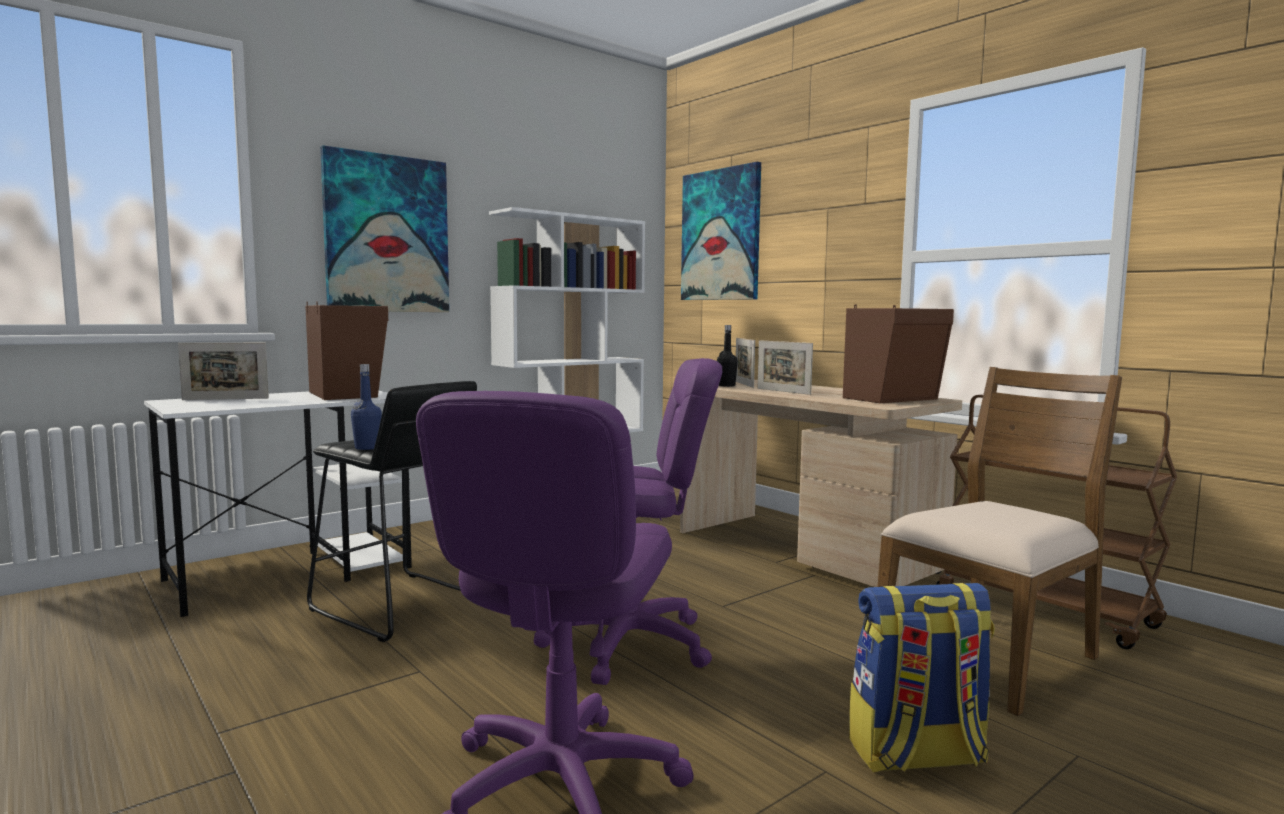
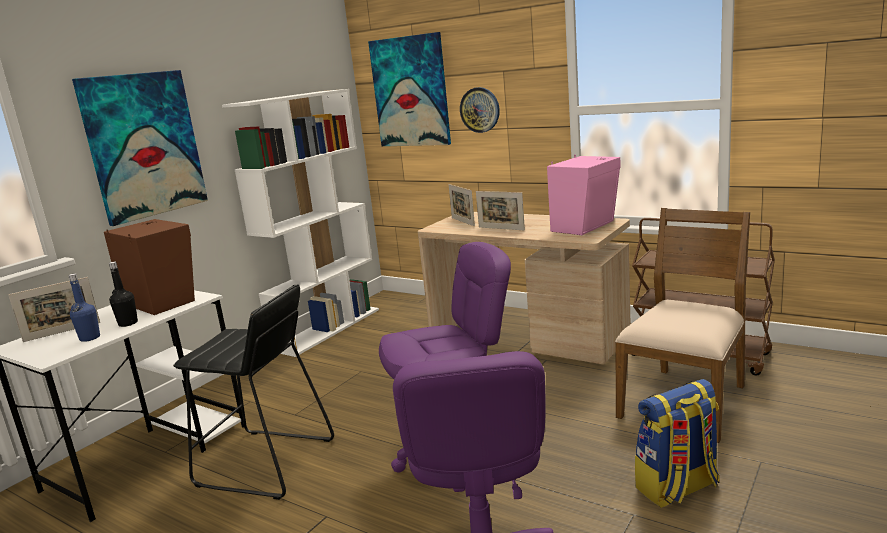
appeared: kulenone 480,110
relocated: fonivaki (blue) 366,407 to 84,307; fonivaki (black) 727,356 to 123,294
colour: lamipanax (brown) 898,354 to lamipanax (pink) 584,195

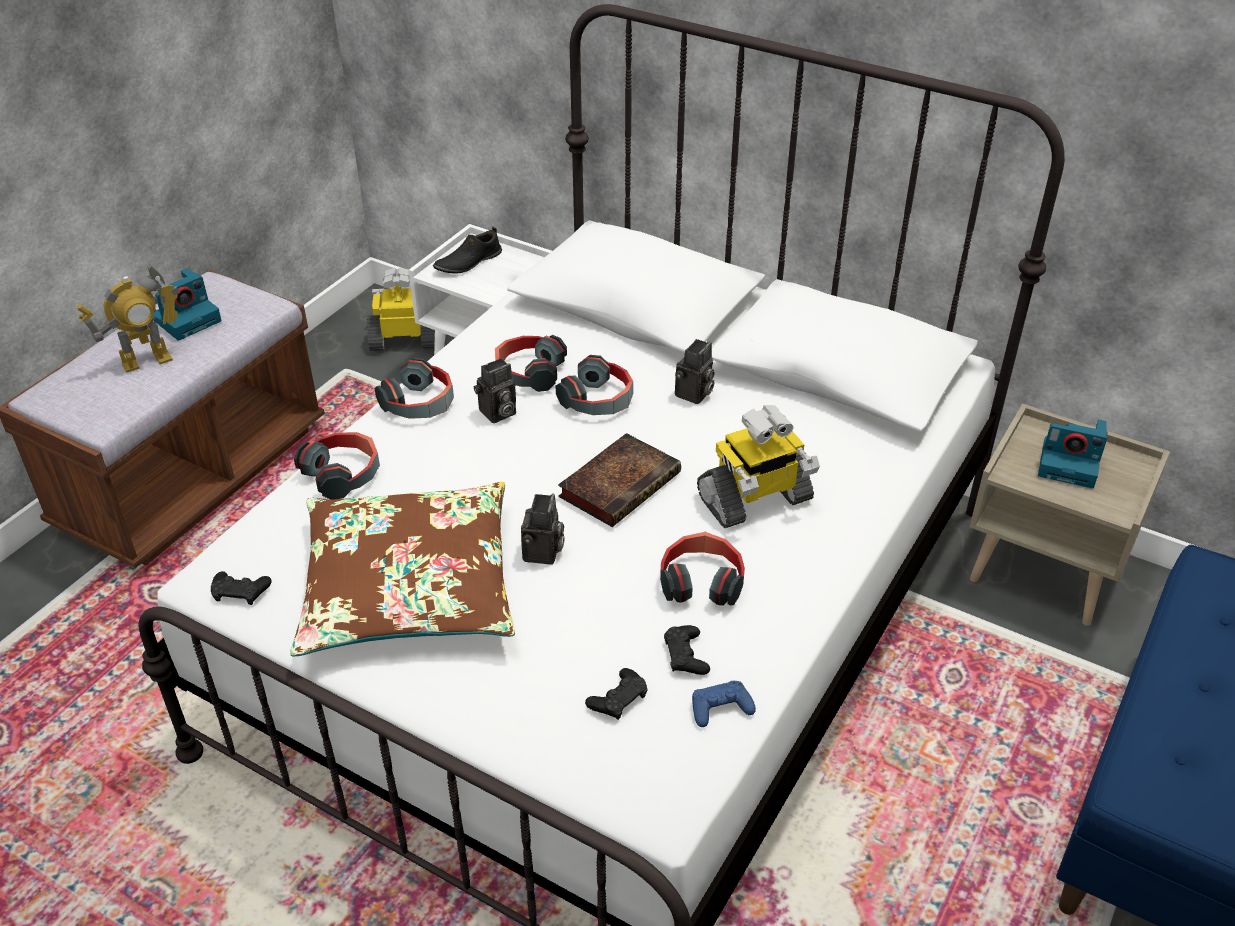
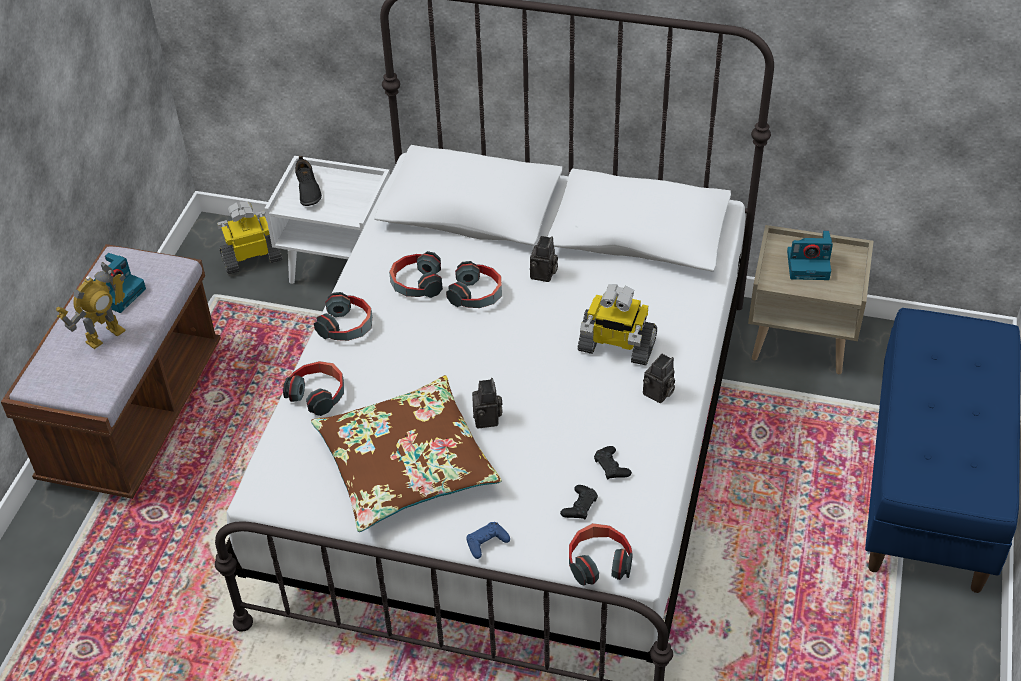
missing: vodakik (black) 241,588; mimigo 619,480
relocated: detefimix 495,390 to 659,378; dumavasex 702,569 to 601,554; vodakik (blue) 724,704 to 488,540
spun: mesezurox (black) 467,250 = 308,181 45 degrees counterclockwise; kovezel 758,466 = 617,324 60 degrees clockwise

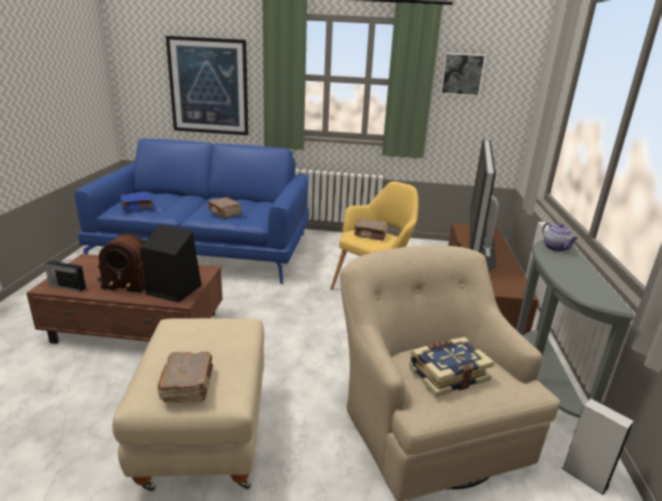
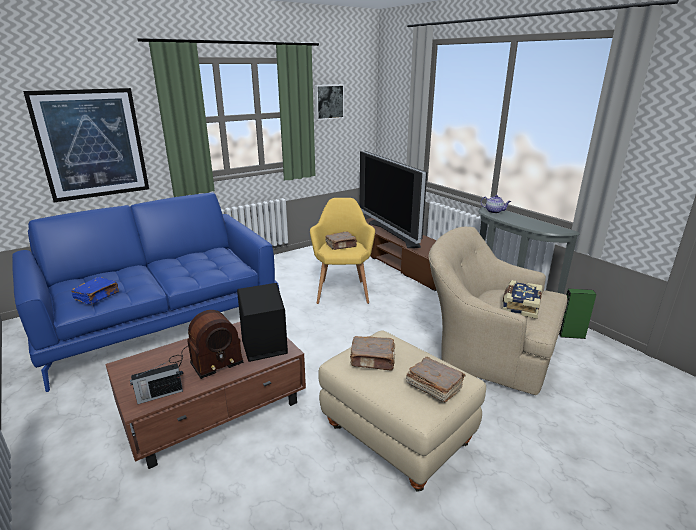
relocated: mimigo (brown) 224,207 to 372,353
colour: lamipanax (grey) 598,446 to lamipanax (green) 577,314

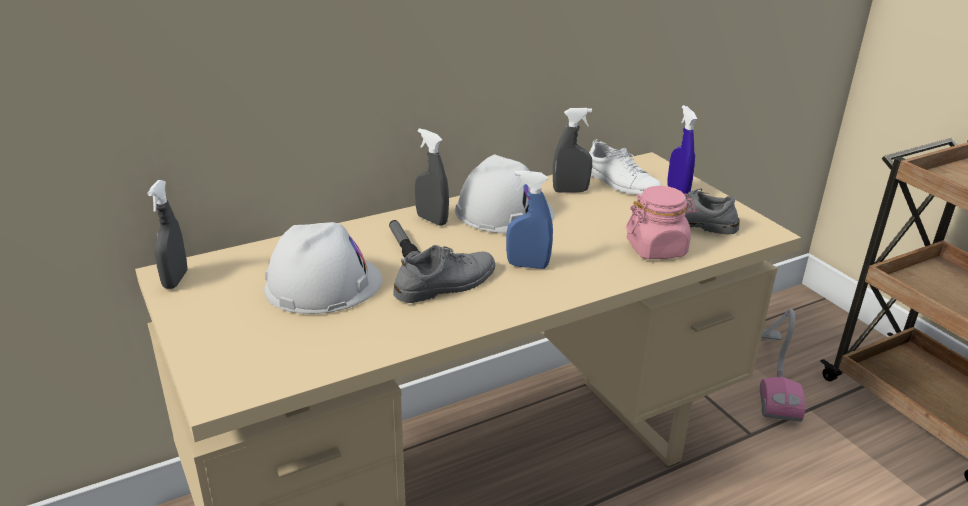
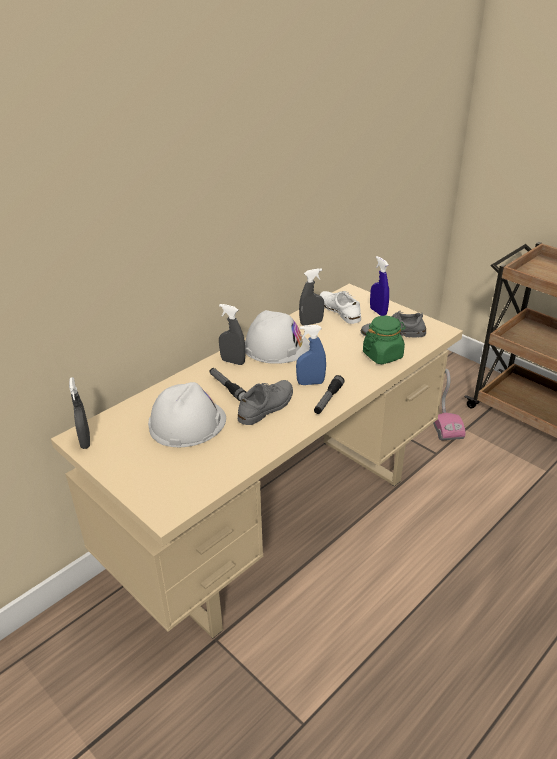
appeared: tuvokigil 329,394
colour: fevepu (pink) 661,222 to fevepu (green) 384,340
spun: mesezurox (white) 625,167 = 340,307 150 degrees counterclockwise

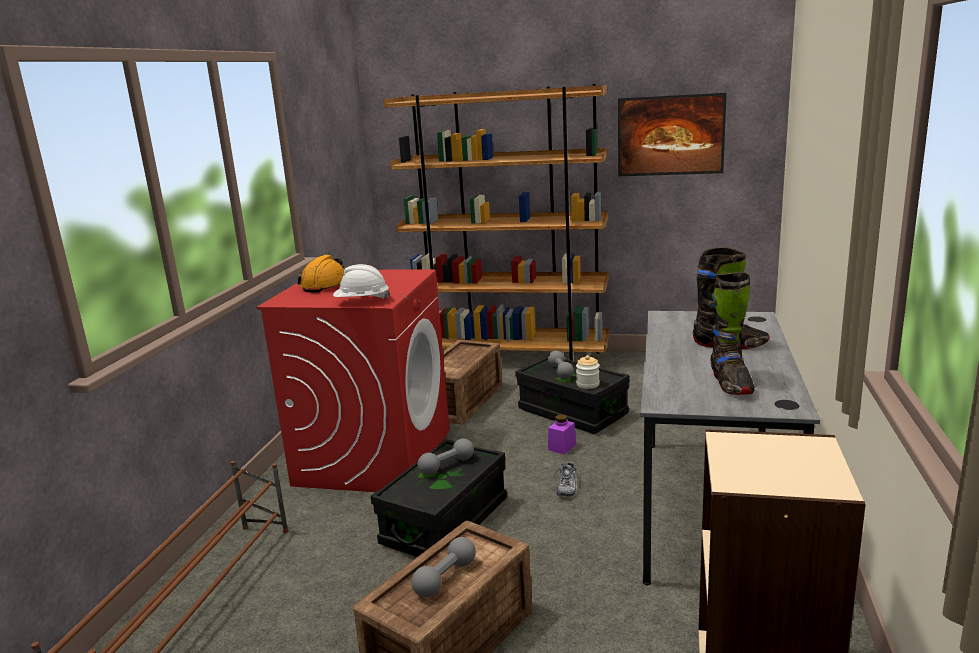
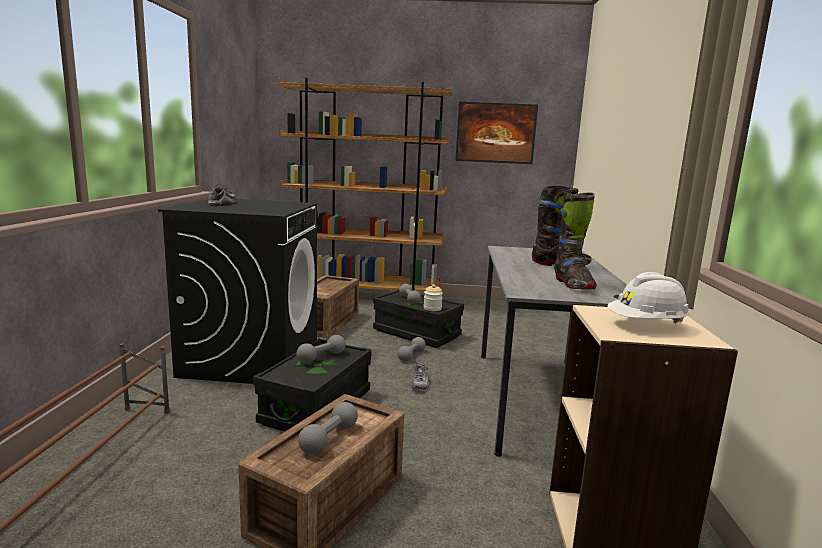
relocated: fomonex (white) 361,281 to 648,298
exchanged: fomonex (orange) 320,274 to mesezurox 222,194; fevepu (purple) 562,434 to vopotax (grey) 412,349
colour: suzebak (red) 352,381 to suzebak (black) 237,291

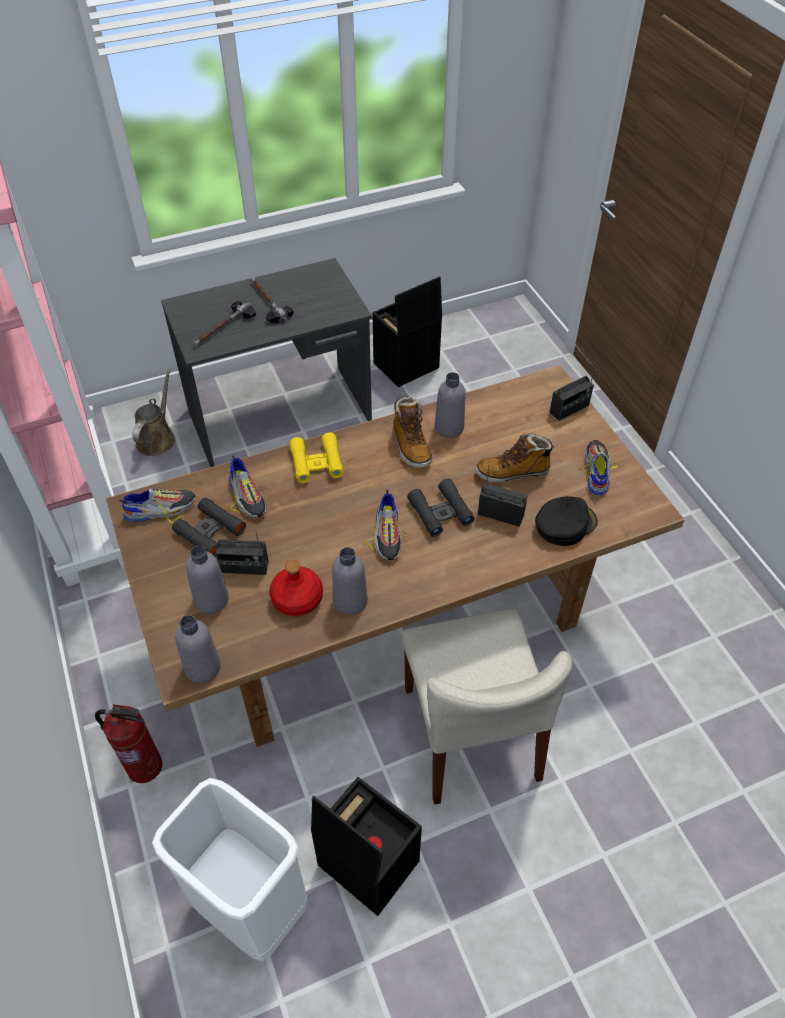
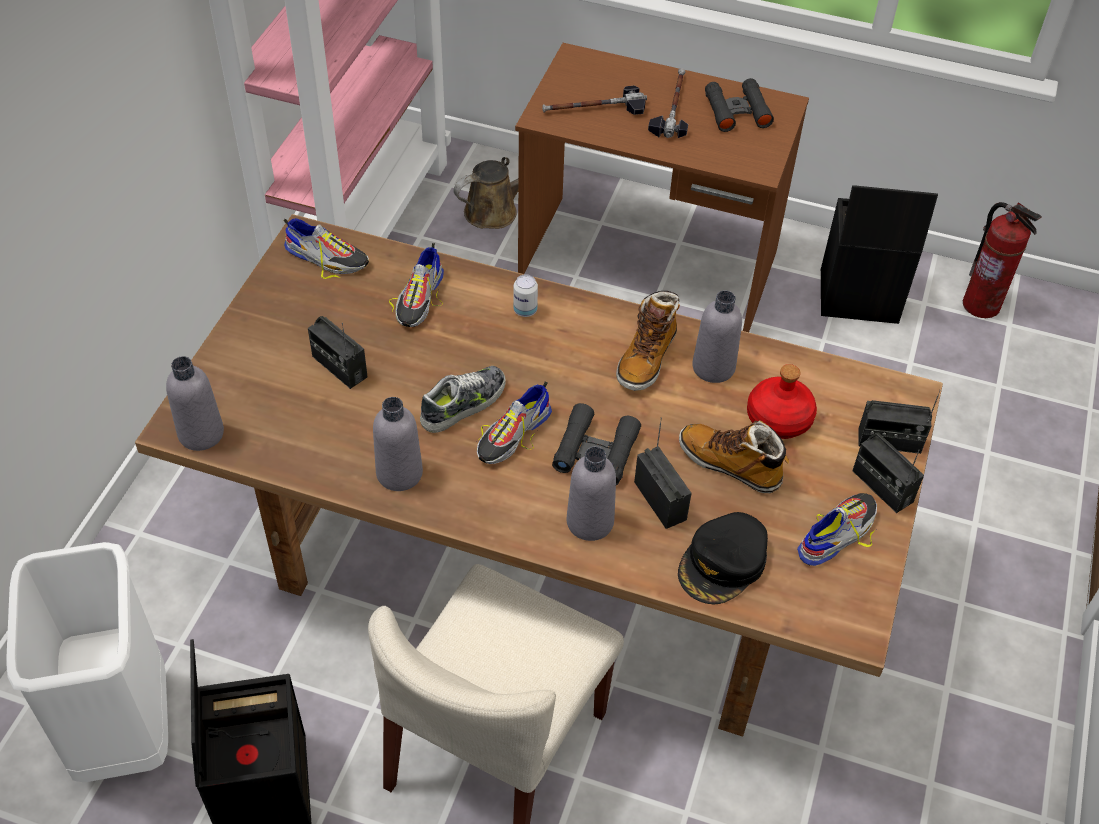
appeared: mesezurox 463,399; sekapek 888,473
relocated: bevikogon 128,743 to 1002,260; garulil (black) 209,527 to 739,105; fonivaki (grey) 207,579 to 591,494; fonivaki (red) 296,588 to 782,401
exchanged: garulil (yellow) 316,457 to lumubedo 525,295
colour: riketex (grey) 266,362 to riketex (brown) 662,187
spun: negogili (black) 566,521 = 723,558 120 degrees clockwise

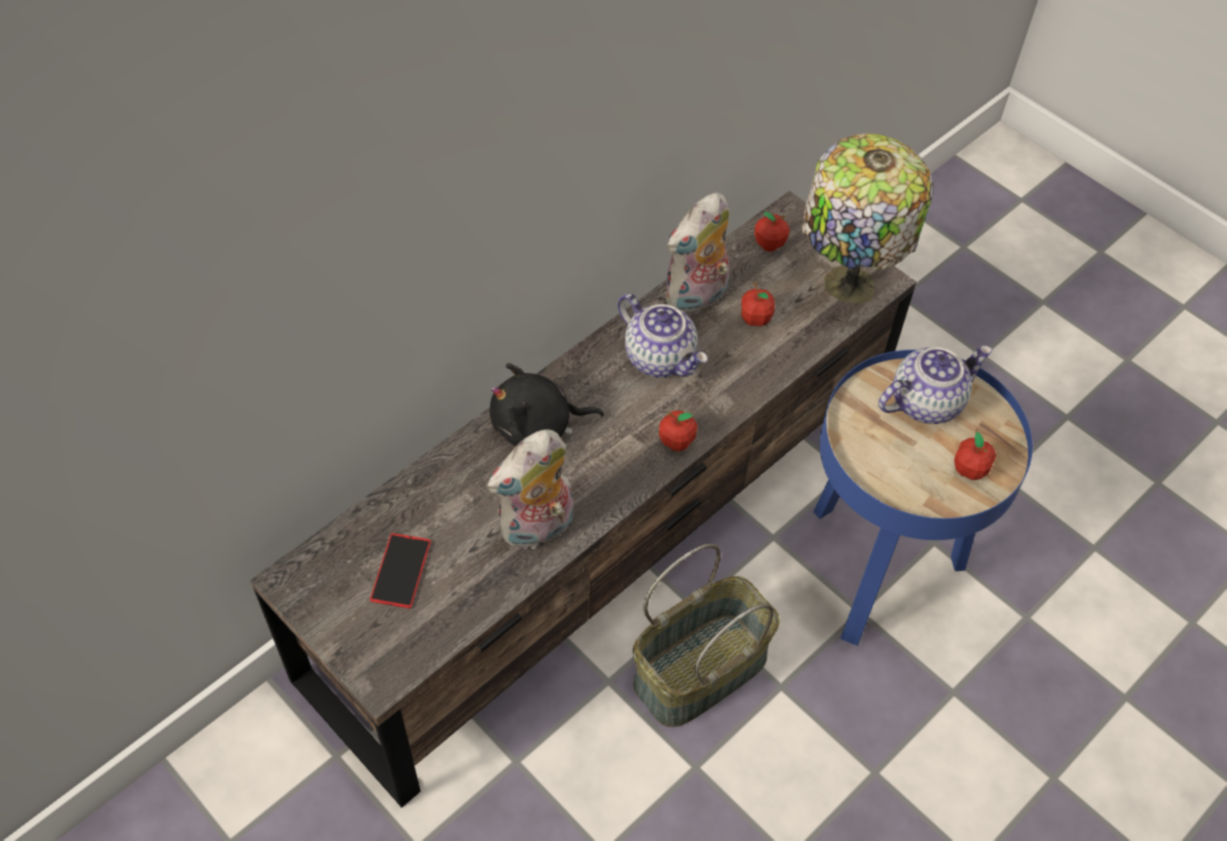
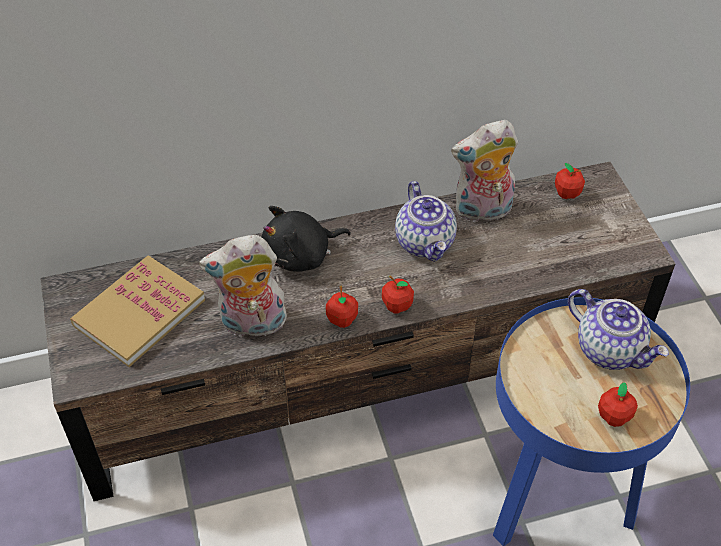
missing: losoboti 706,635; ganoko 867,218
relocated: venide 758,304 to 342,307
exchanged: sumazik 400,571 to mimigo 137,311
spun: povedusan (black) 547,404 = 306,239 45 degrees counterclockwise; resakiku 935,384 = 618,329 45 degrees clockwise

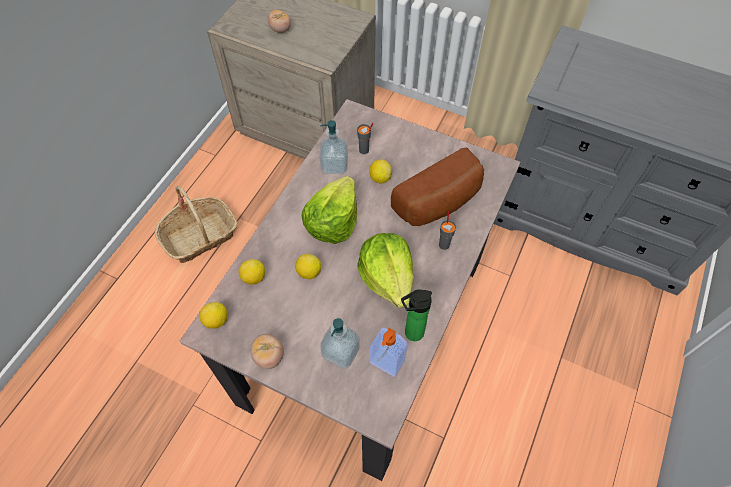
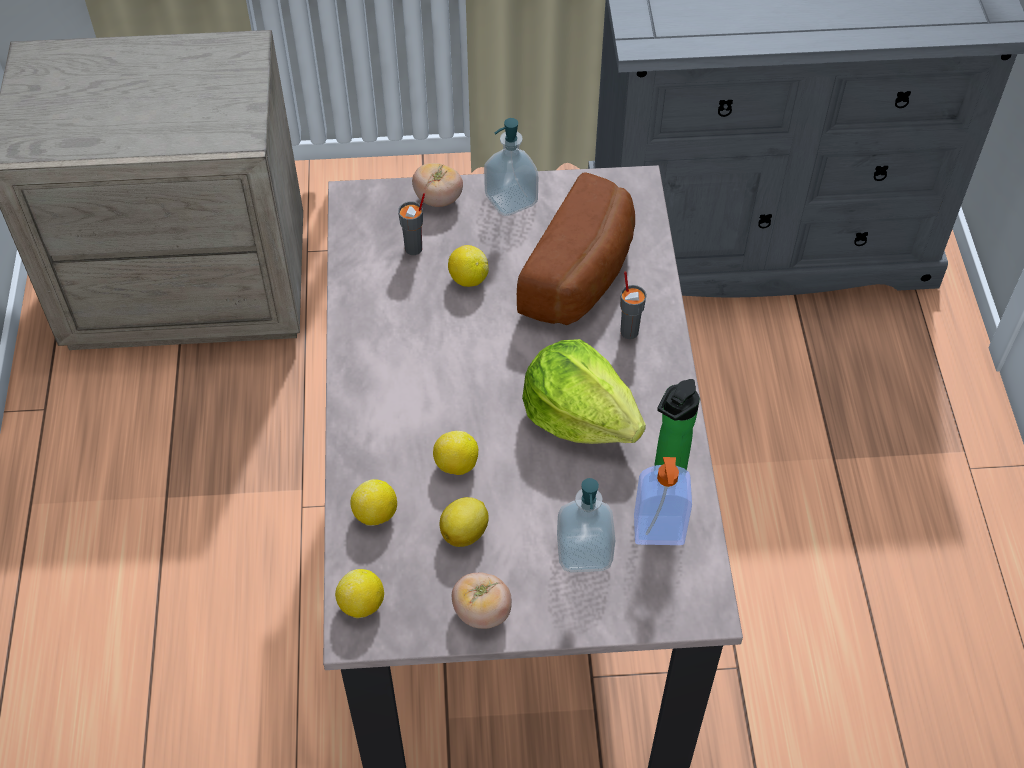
missing: losoboti 196,224; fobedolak 329,210
appeared: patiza 464,522
relocated: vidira 279,21 to 437,185; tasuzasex 334,147 to 511,167

